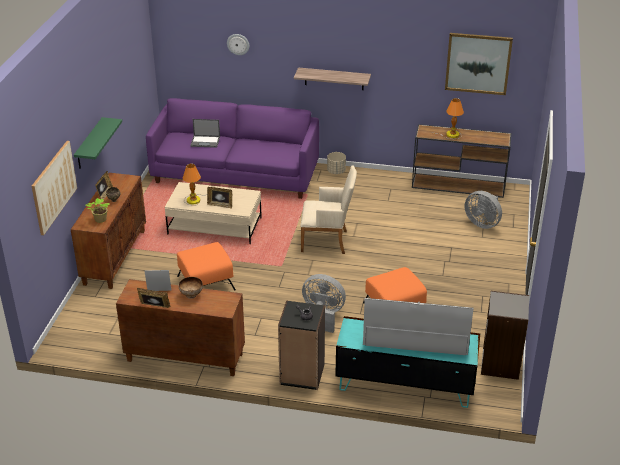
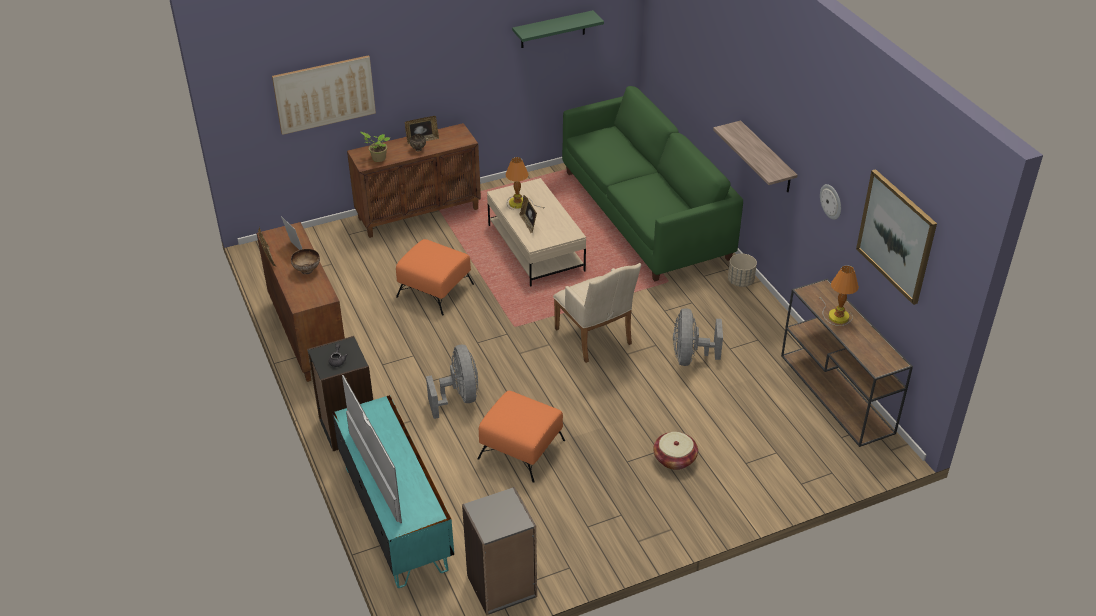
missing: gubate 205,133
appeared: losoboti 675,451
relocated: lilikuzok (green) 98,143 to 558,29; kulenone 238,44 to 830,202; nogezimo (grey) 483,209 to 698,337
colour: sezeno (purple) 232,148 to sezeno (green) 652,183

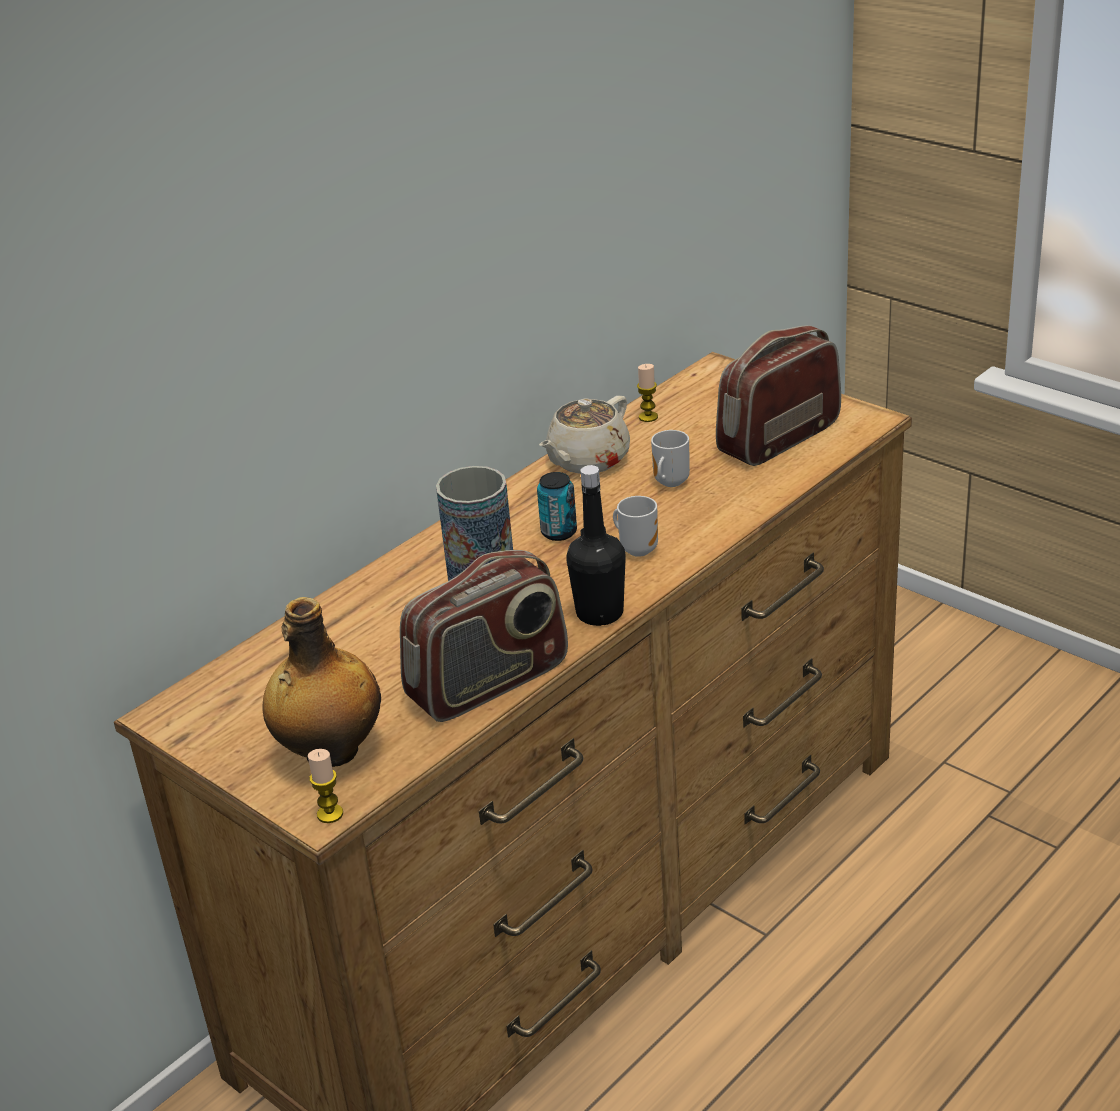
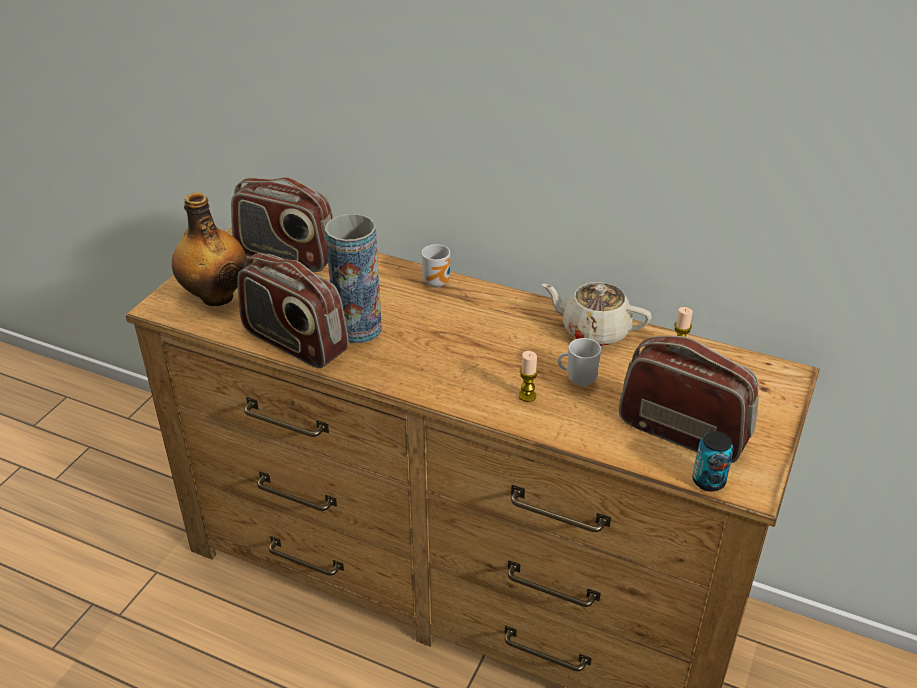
missing: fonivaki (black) 596,545
appeared: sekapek 282,224
relocated: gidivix 325,786 to 528,376; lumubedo 557,506 to 713,461; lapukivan 635,526 to 436,266

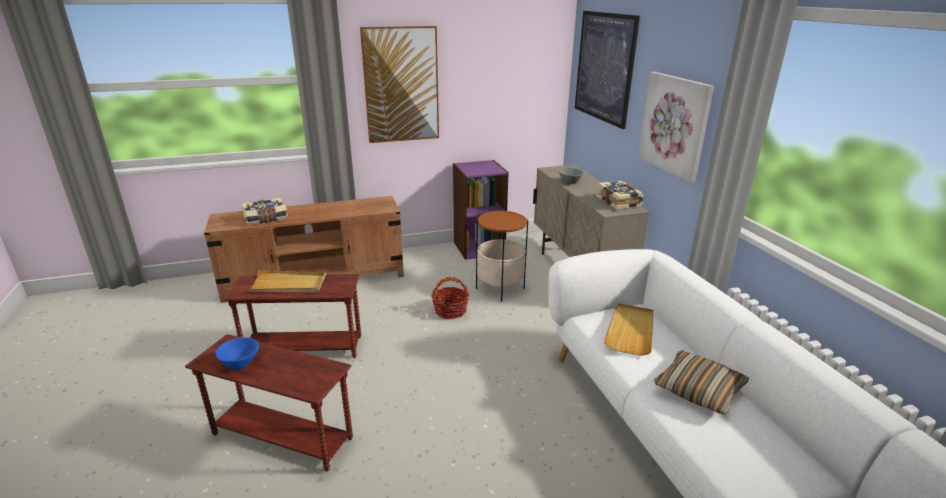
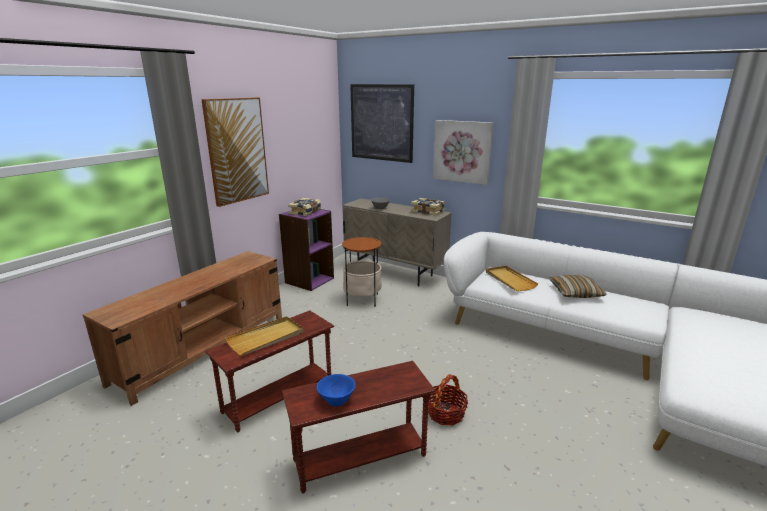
relocated: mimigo 264,211 to 304,207; losoboti 450,298 to 448,400

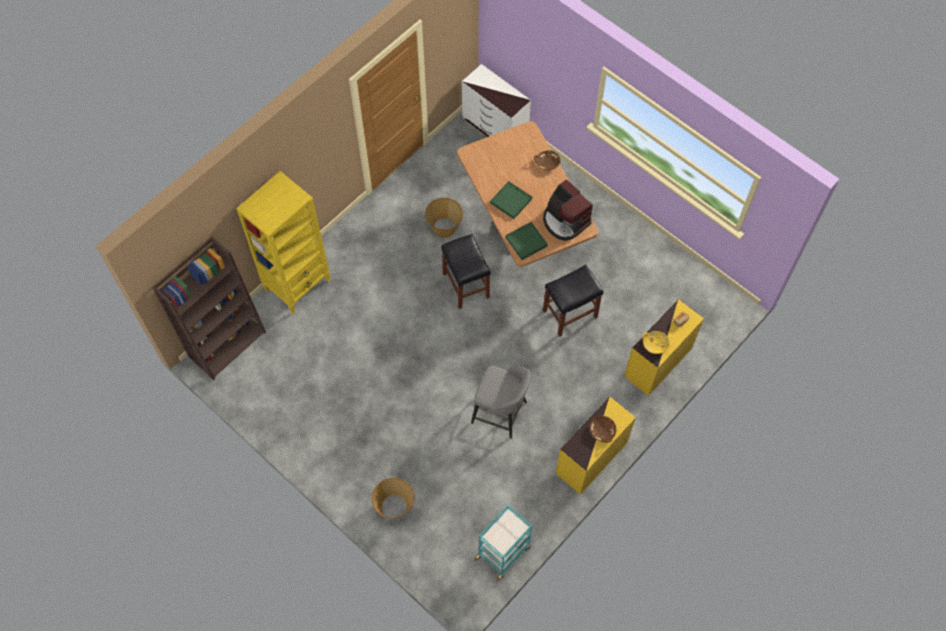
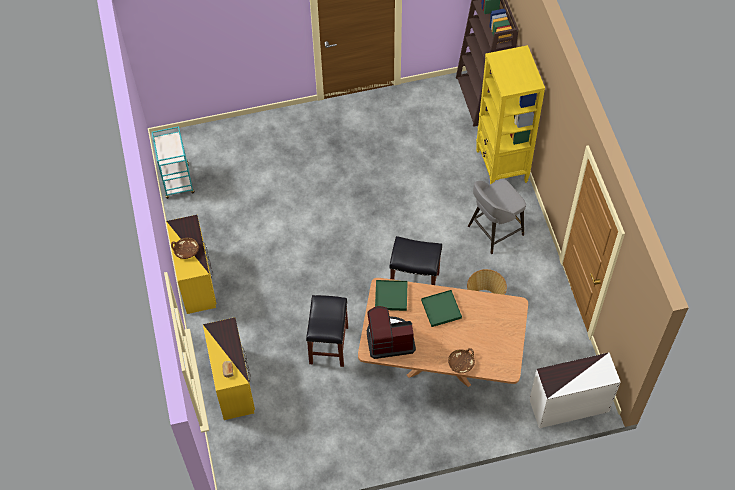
missing: losoboti 393,498; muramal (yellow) 656,342
relocated: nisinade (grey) 501,402 to 497,216

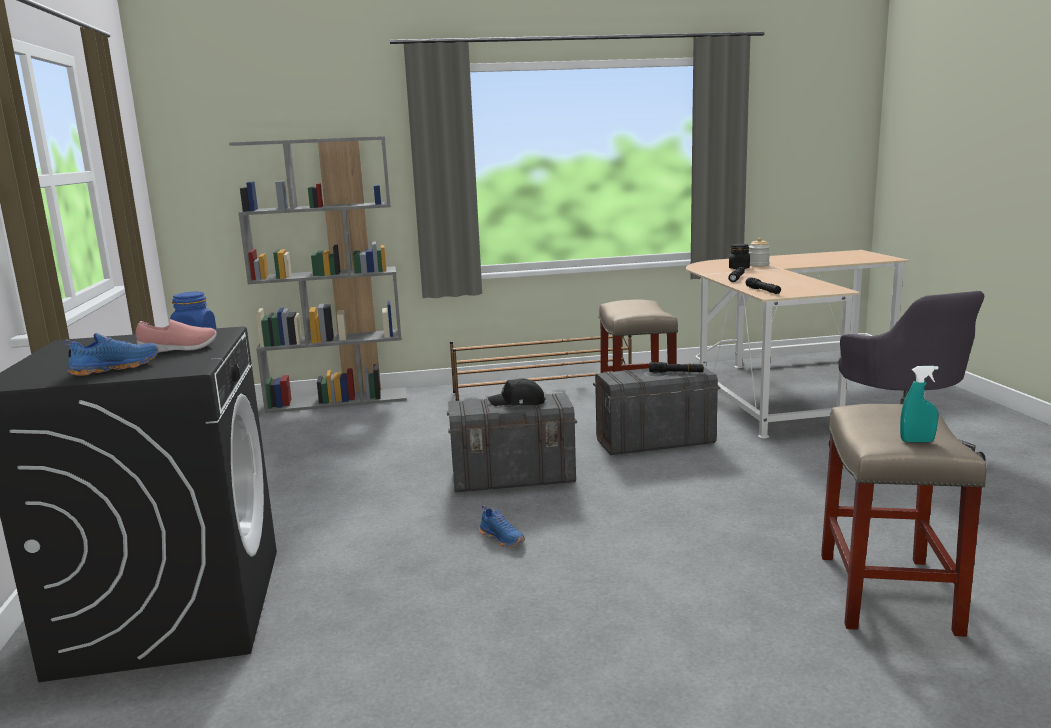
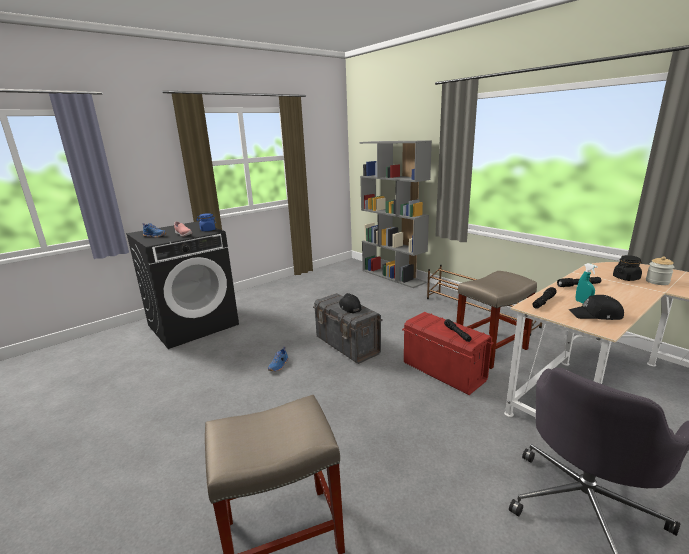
appeared: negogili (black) 596,307
relocated: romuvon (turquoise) 919,404 to 587,283
colour: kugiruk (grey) 656,409 to kugiruk (red) 448,353

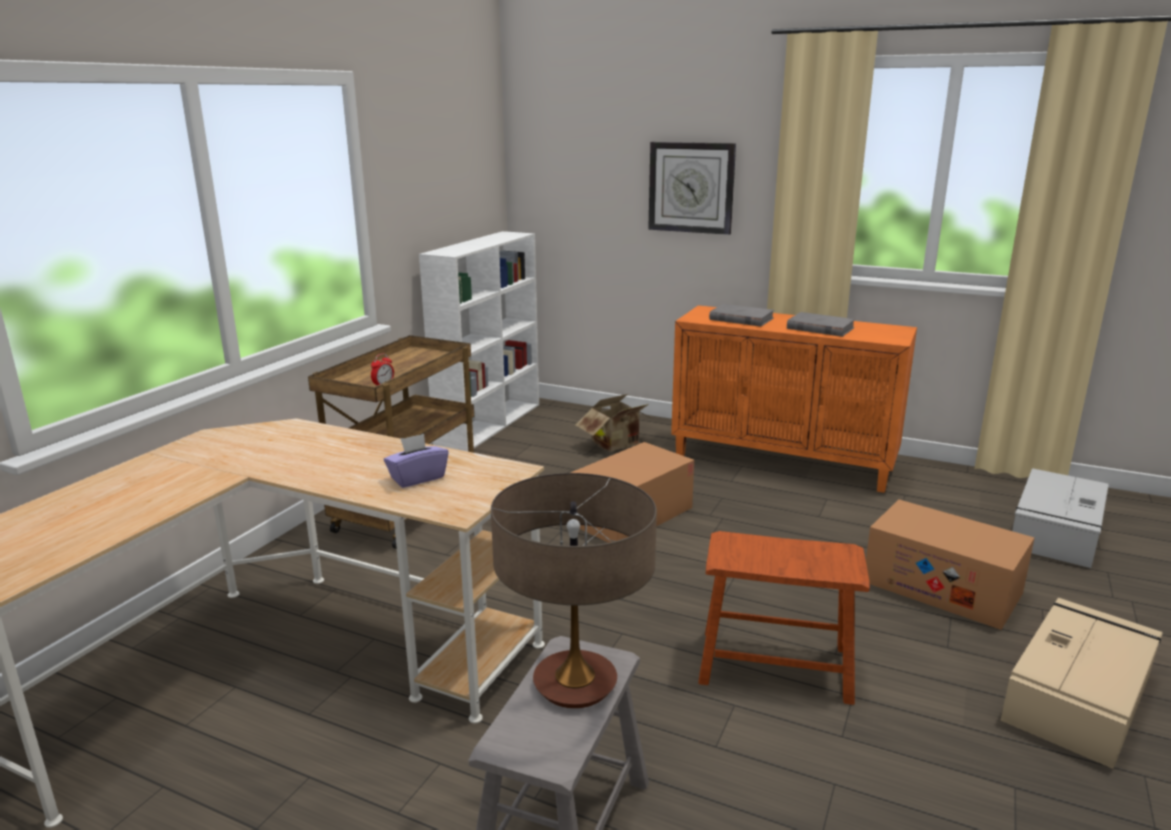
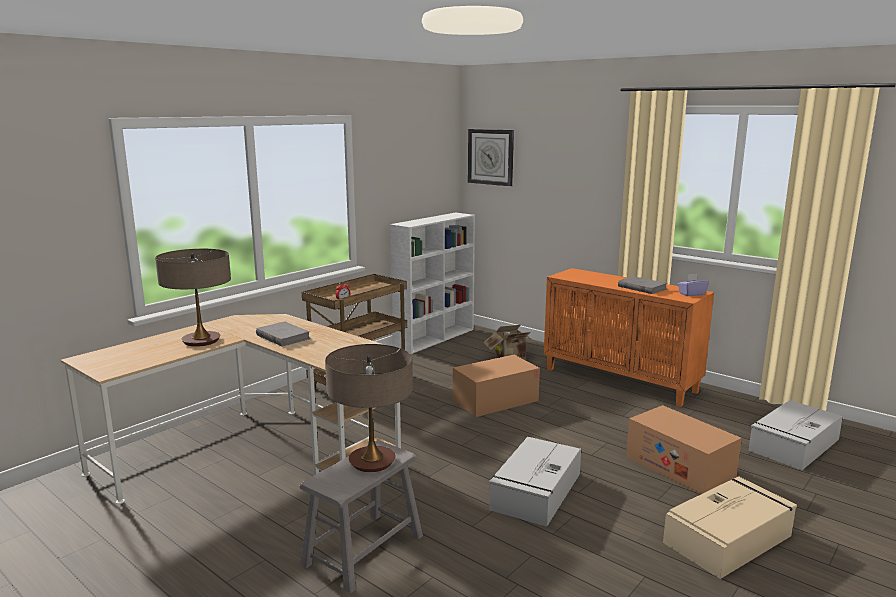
appeared: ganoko 193,298
relocated: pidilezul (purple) 416,461 to 693,285; kulenone 692,188 to 491,157; mimigo (grey) 741,315 to 283,334
exchanged: nisinade (brown) 784,618 to kugiruk (grey) 535,482

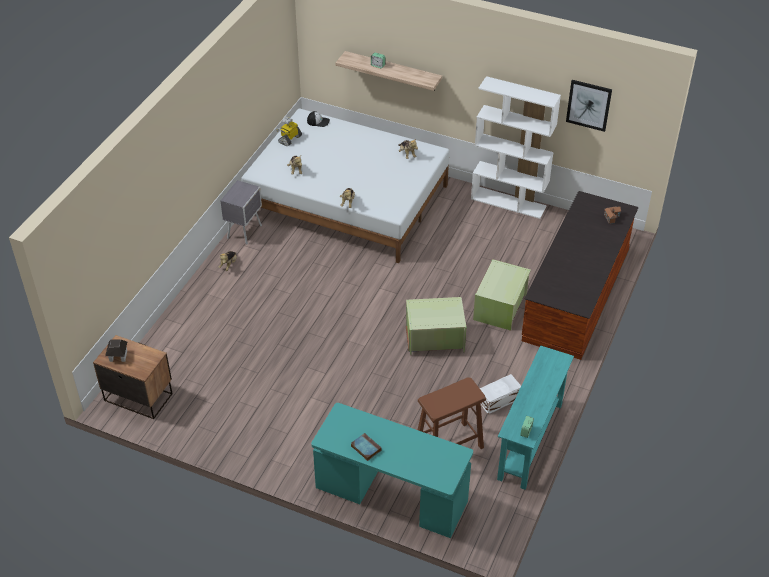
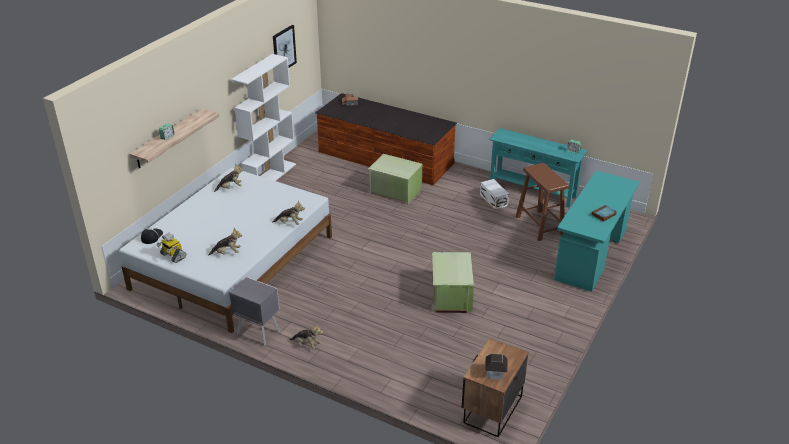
relocated: kugiruk (green) 436,326 to 453,282

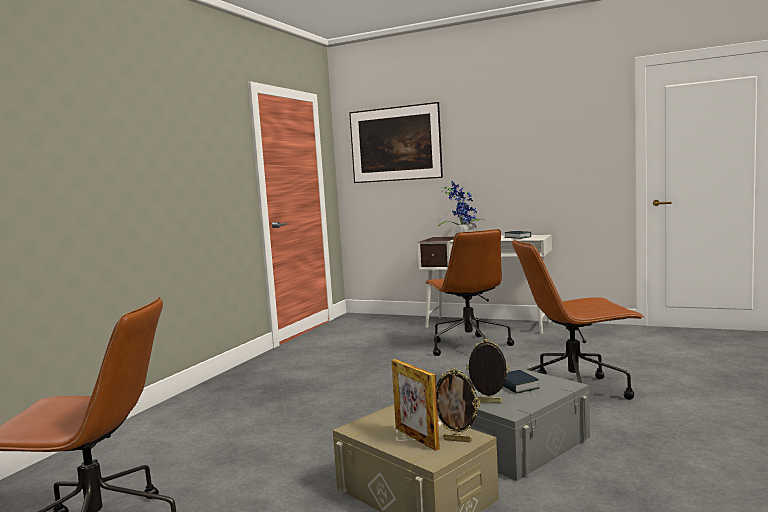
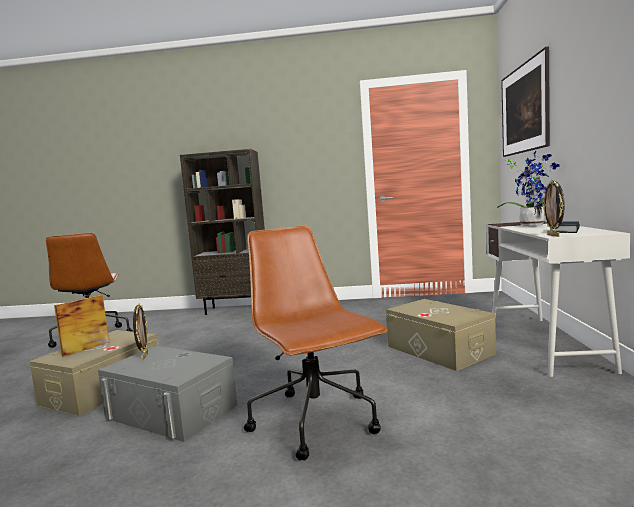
missing: mimigo 521,382
appeared: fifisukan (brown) 222,232
relocated: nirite 458,405 to 553,208
exchanged: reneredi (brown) 469,292 to kugiruk (beige) 441,335

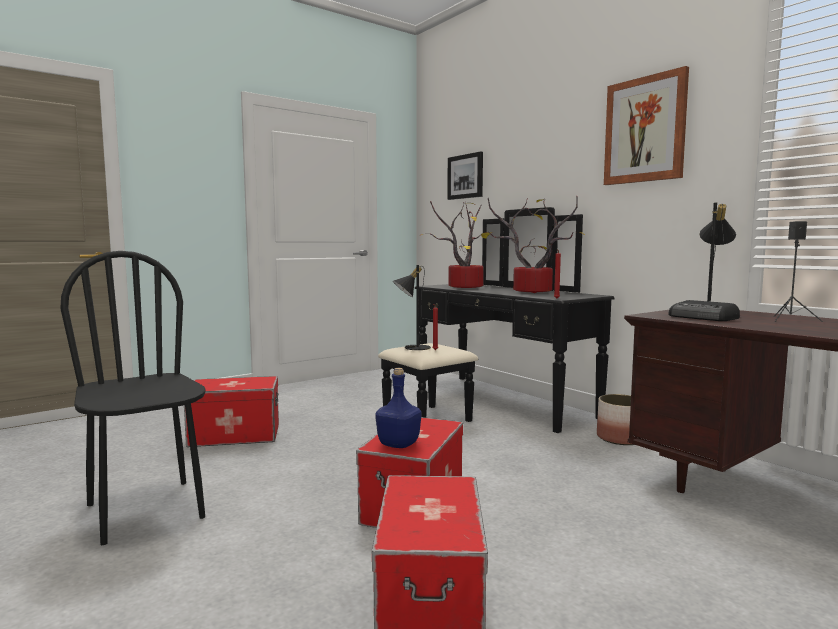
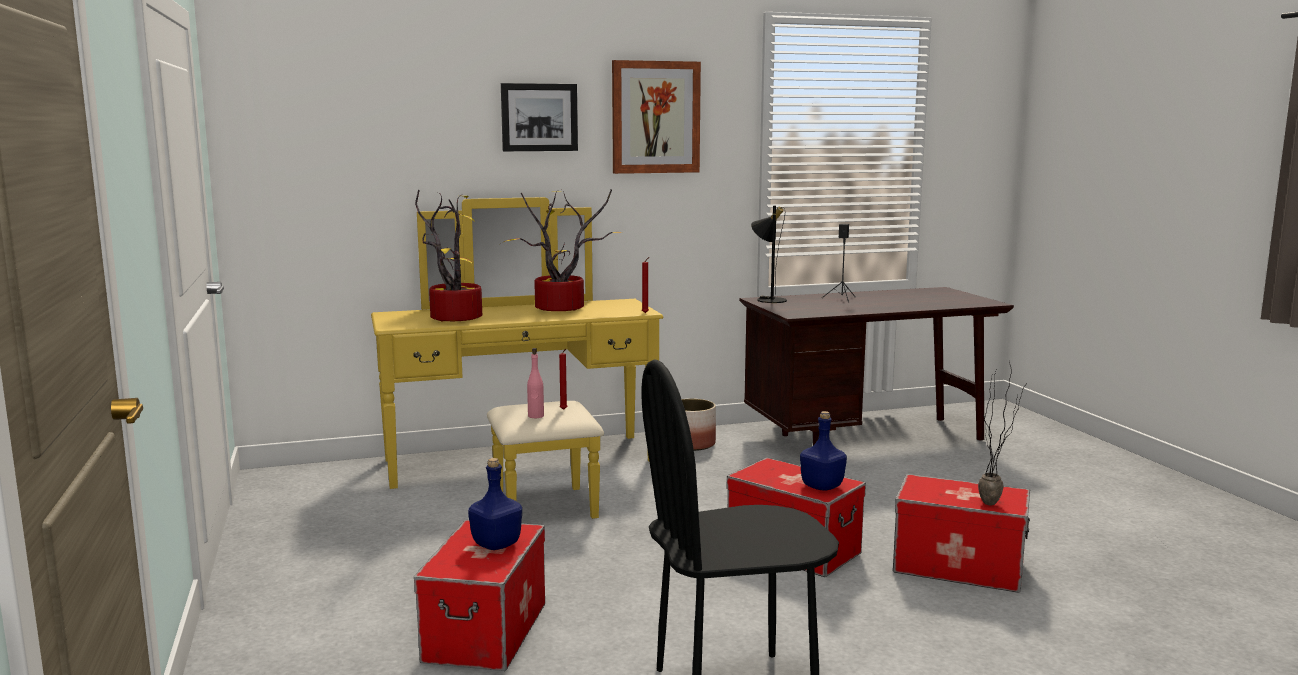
missing: sekapek 704,310
appeared: fonivaki (blue) 495,504; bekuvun 1003,433
relocated: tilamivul 465,175 to 539,117
exchanged: ganoko (black) 412,307 to fonivaki (pink) 535,383
colour: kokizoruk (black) 496,320 to kokizoruk (yellow) 517,358

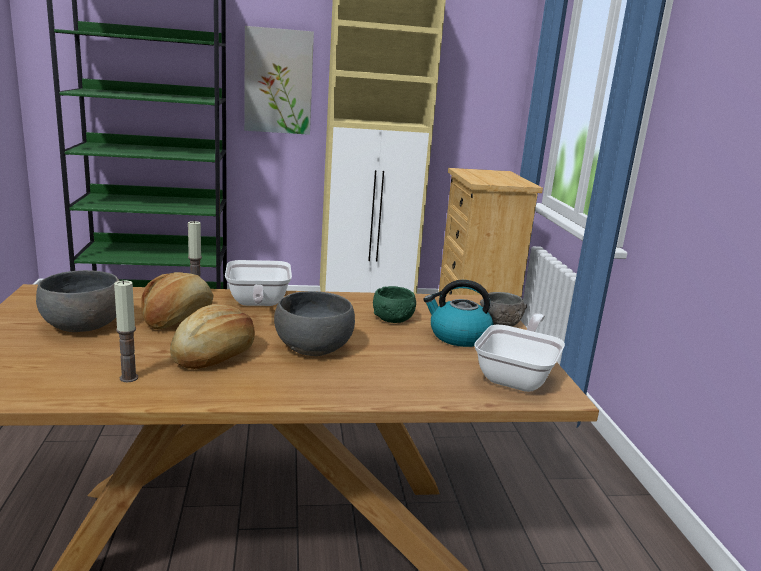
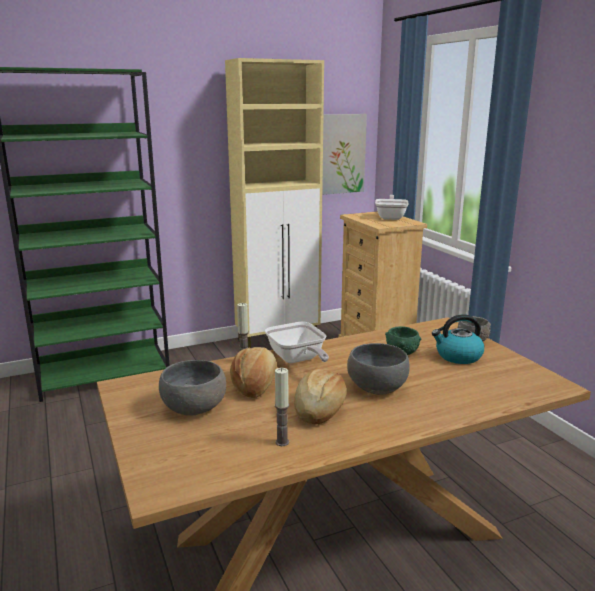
relocated: tilamivul 279,80 to 344,154; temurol 519,352 to 392,207

